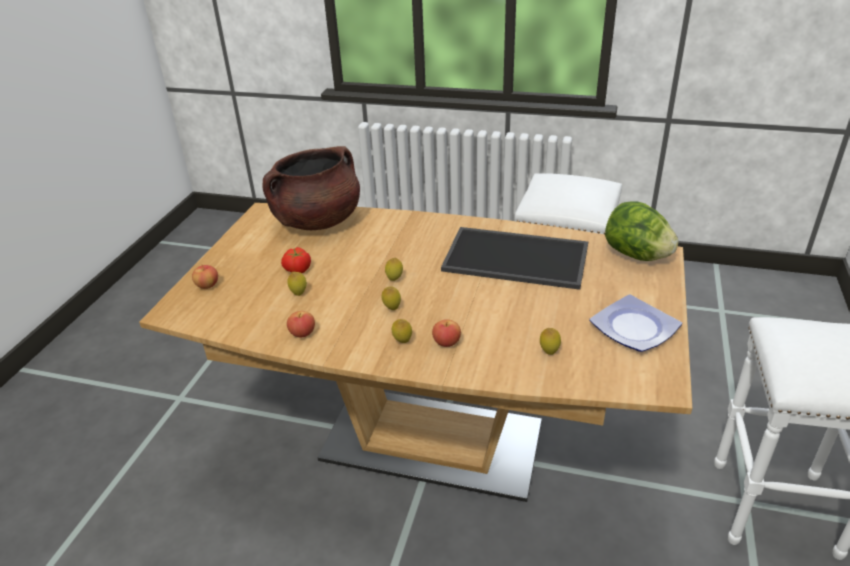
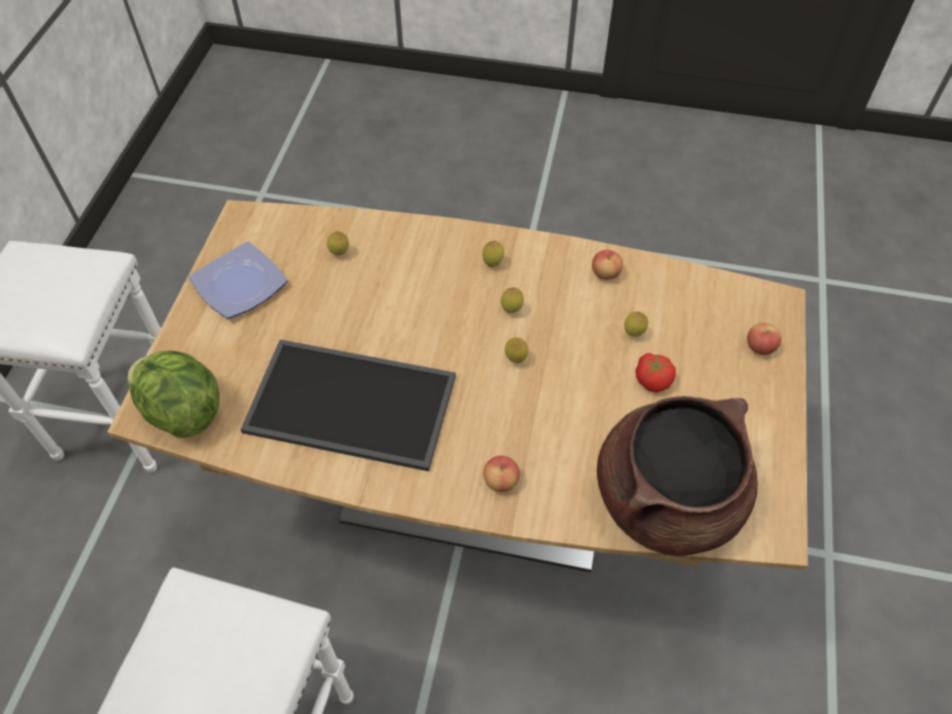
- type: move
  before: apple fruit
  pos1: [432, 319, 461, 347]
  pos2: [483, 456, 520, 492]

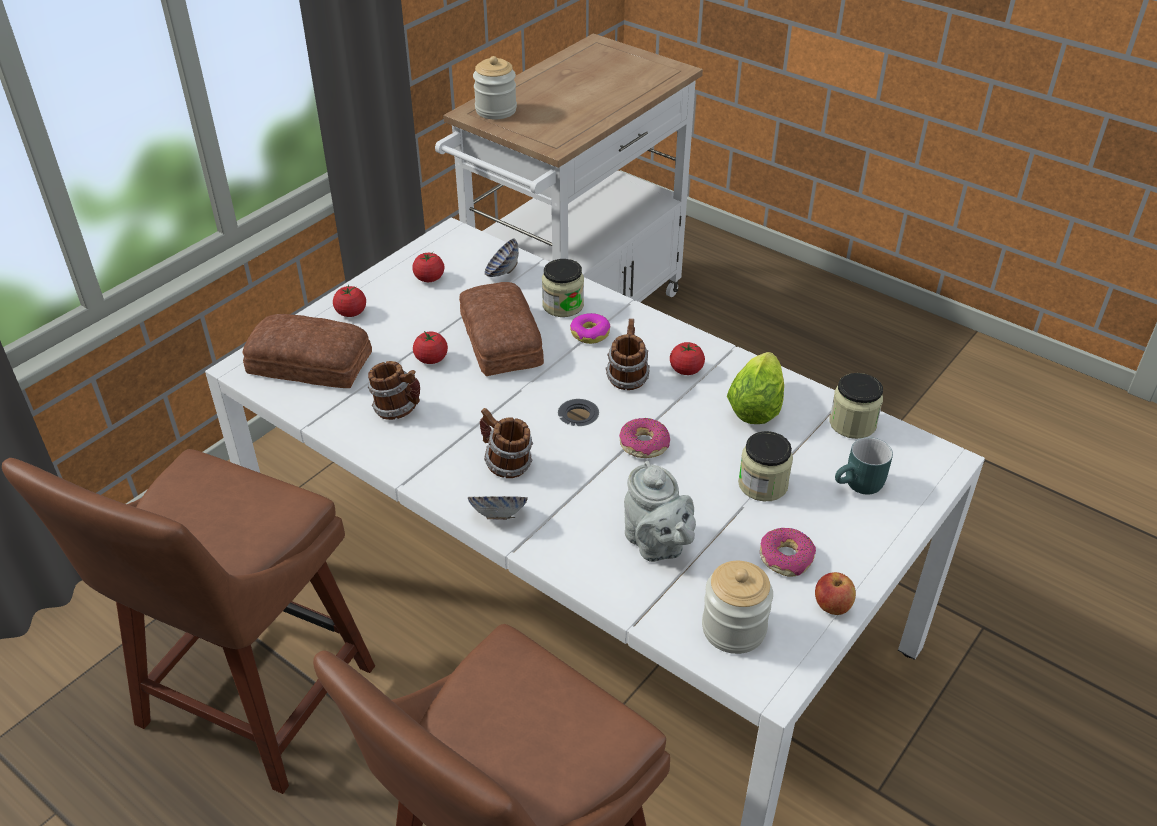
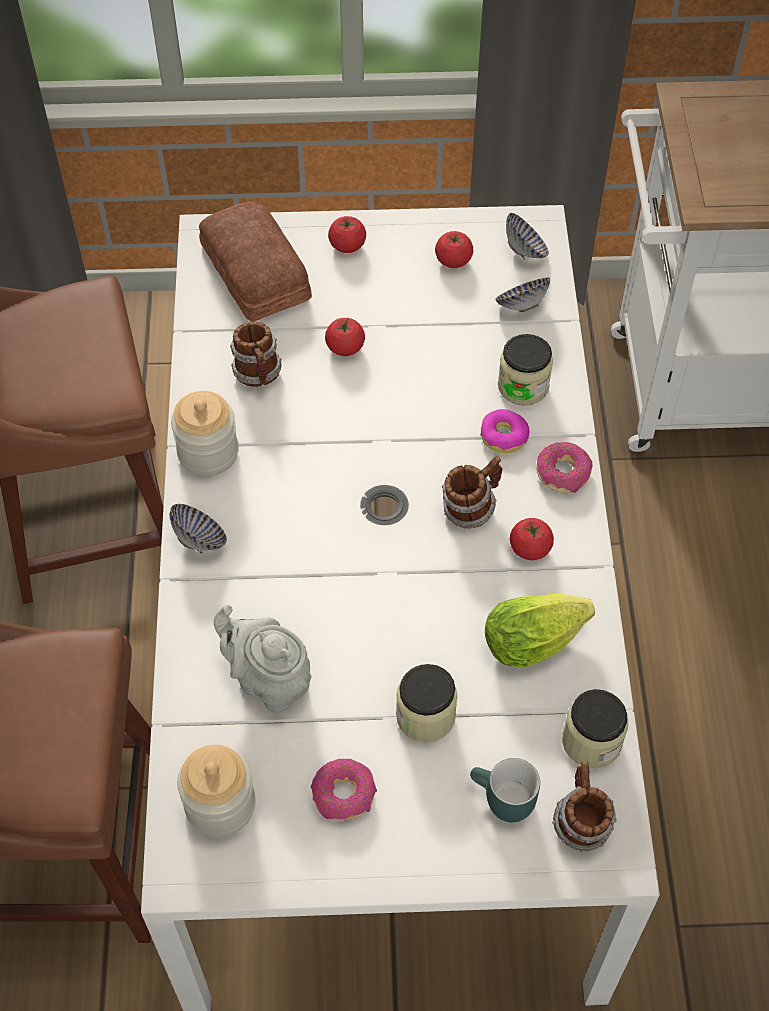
- type: move
  before: preserve jar
  pos1: [473, 56, 517, 119]
  pos2: [171, 391, 239, 477]
- type: delete
  before: bakery bread
  pos1: [459, 282, 544, 376]
- type: move
  before: tea mug
  pos1: [480, 408, 533, 478]
  pos2: [552, 761, 617, 852]
- type: move
  before: doughnut
  pos1: [619, 418, 670, 458]
  pos2: [536, 442, 593, 494]
- type: rotate
  before: tea pot/greyish
  pos1: [624, 461, 696, 562]
  pos2: [214, 605, 311, 713]
  turn: 105
- type: delete
  before: apple fruit
  pos1: [815, 572, 856, 615]
- type: insert
  after: serving bowl
  pos2: [506, 213, 549, 260]

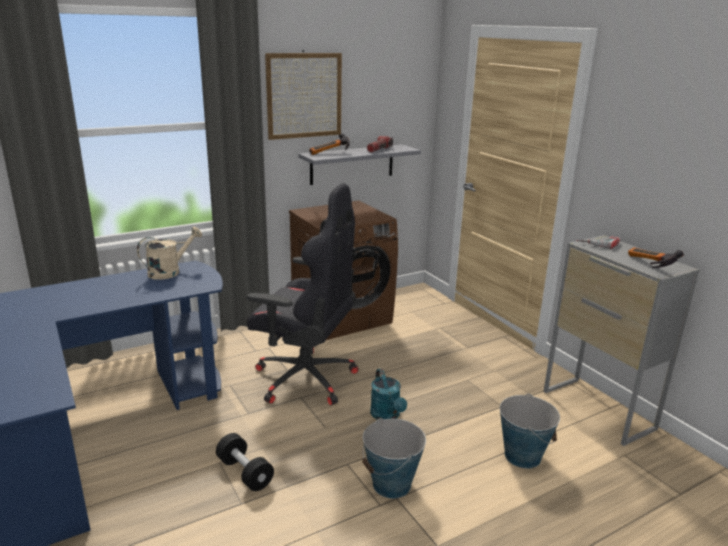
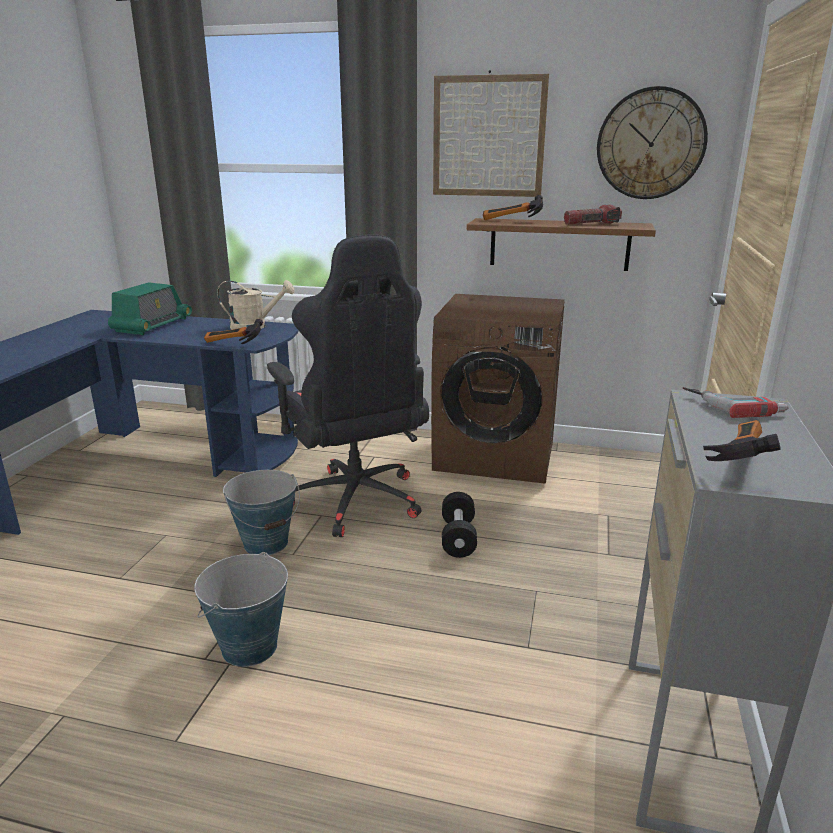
- type: recolor
  before: wall shelf/greyish
  after: wall shelf/brownish
  pos1: [299, 144, 421, 185]
  pos2: [467, 218, 656, 271]
- type: delete
  before: sprinkling can/turquoise
  pos1: [370, 368, 407, 420]
- type: move
  before: bucket
  pos1: [500, 394, 560, 469]
  pos2: [223, 470, 300, 556]
- type: move
  before: dumbbell/black-coloured
  pos1: [216, 433, 274, 491]
  pos2: [442, 492, 477, 558]
- type: insert
  after: hanging clock
  pos2: [597, 86, 708, 199]
- type: insert
  after: radio set
  pos2: [108, 282, 192, 335]
- type: insert
  after: hammer
  pos2: [204, 319, 263, 344]

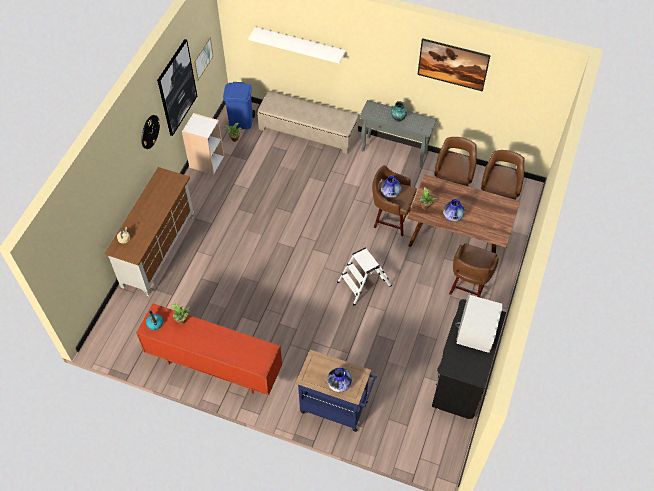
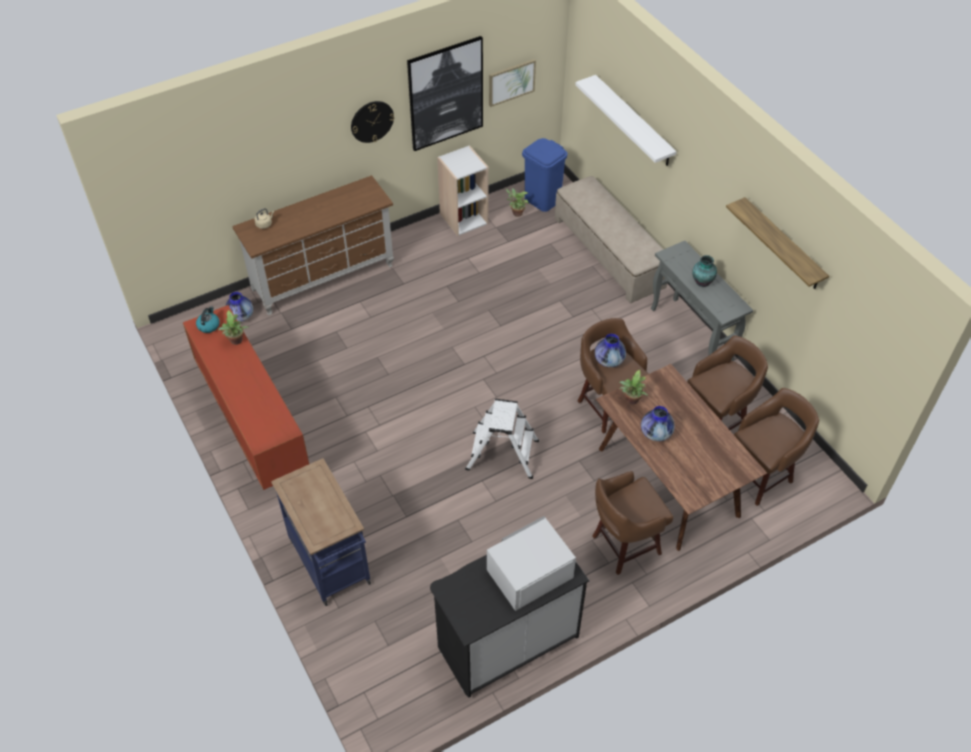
- type: replace
  before: wall picture
  after: wall shelf
  pos1: [417, 38, 491, 92]
  pos2: [726, 197, 829, 289]
- type: move
  before: vase
  pos1: [327, 368, 352, 392]
  pos2: [225, 292, 253, 322]

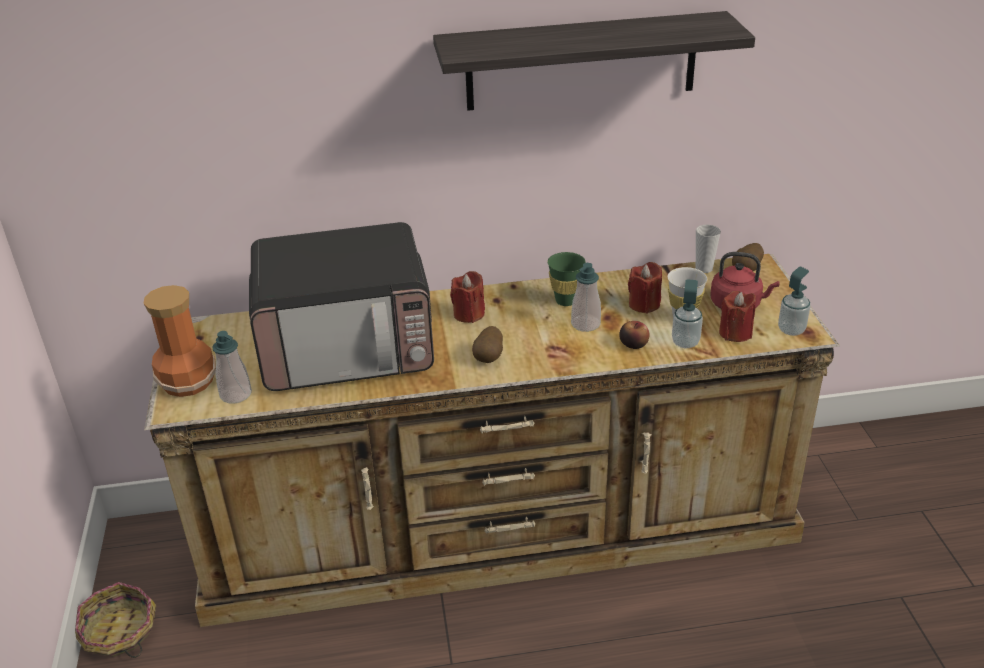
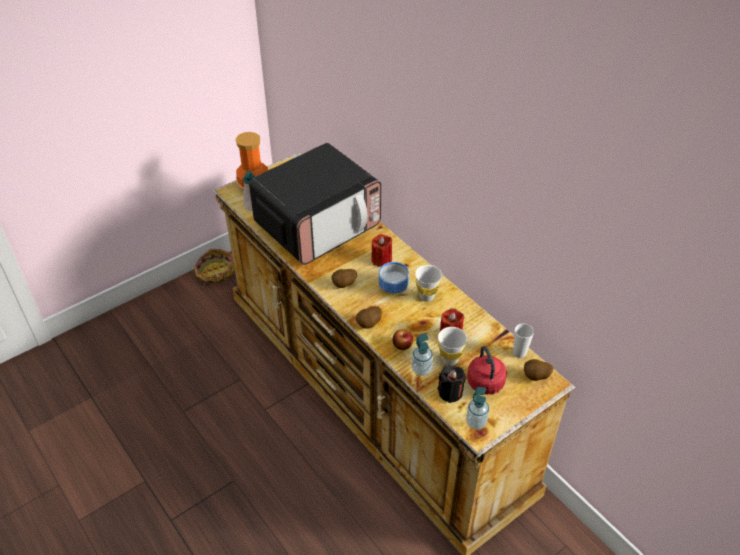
- type: delete
  before: wall shelf
  pos1: [433, 11, 755, 111]
- type: rotate
  before: kitchen microwave
  pos1: [249, 222, 434, 391]
  pos2: [249, 143, 381, 265]
  turn: -90
- type: recolor
  before: drinking cup/green
  after: drinking cup/white-coloured
  pos1: [548, 252, 586, 306]
  pos2: [415, 265, 442, 302]
- type: delete
  before: liquid soap bottle
  pos1: [571, 263, 601, 332]
- type: recolor
  before: wax candle/red-coloured
  after: wax candle/black-coloured
  pos1: [719, 291, 756, 342]
  pos2: [438, 366, 466, 403]
- type: insert
  after: serving bowl
  pos2: [378, 262, 409, 294]
- type: insert
  after: potato
  pos2: [356, 306, 382, 329]

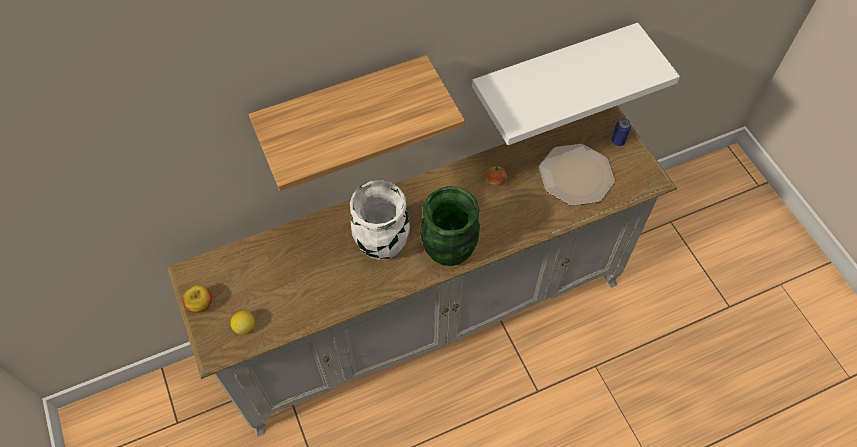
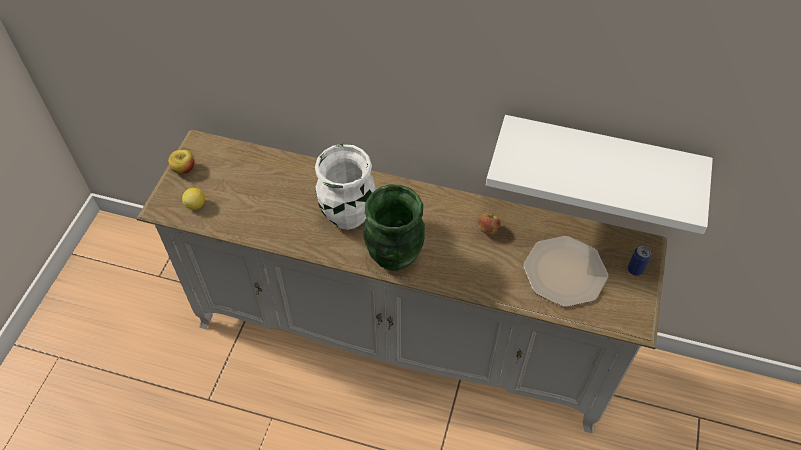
- type: delete
  before: wall shelf
  pos1: [249, 55, 465, 191]

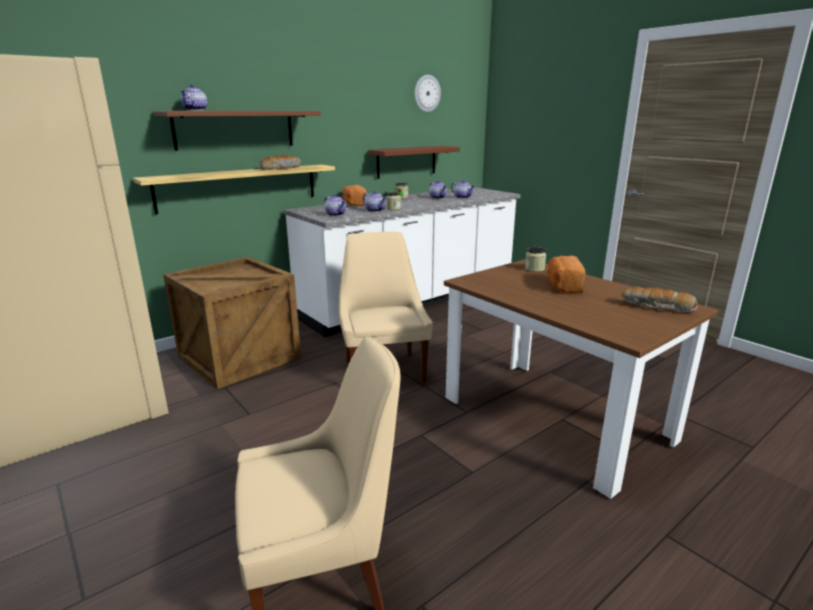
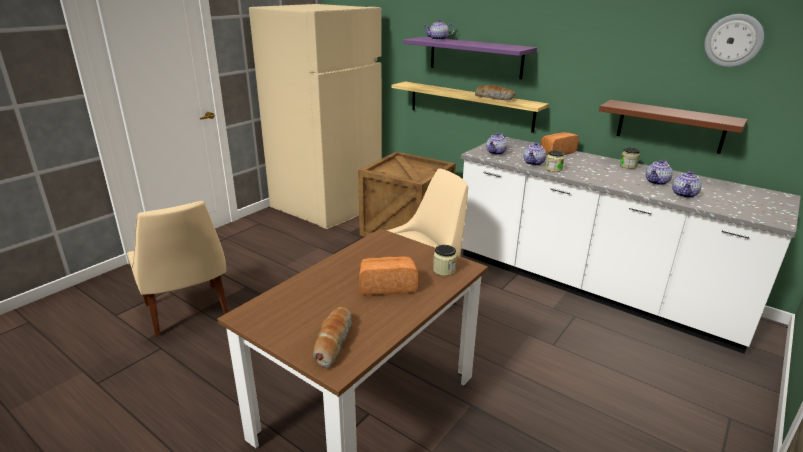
- type: recolor
  before: wall shelf/brownish
  after: wall shelf/purple-coloured
  pos1: [153, 111, 321, 151]
  pos2: [403, 37, 537, 79]

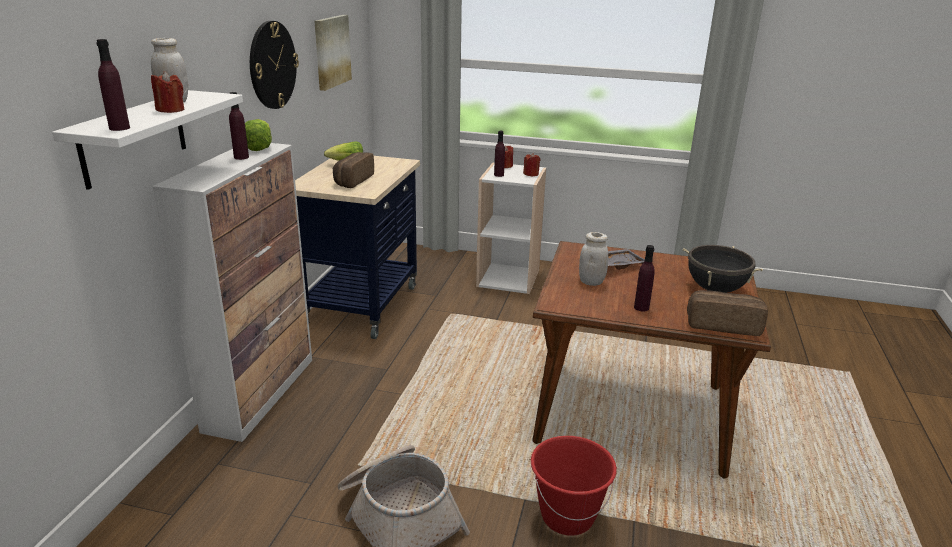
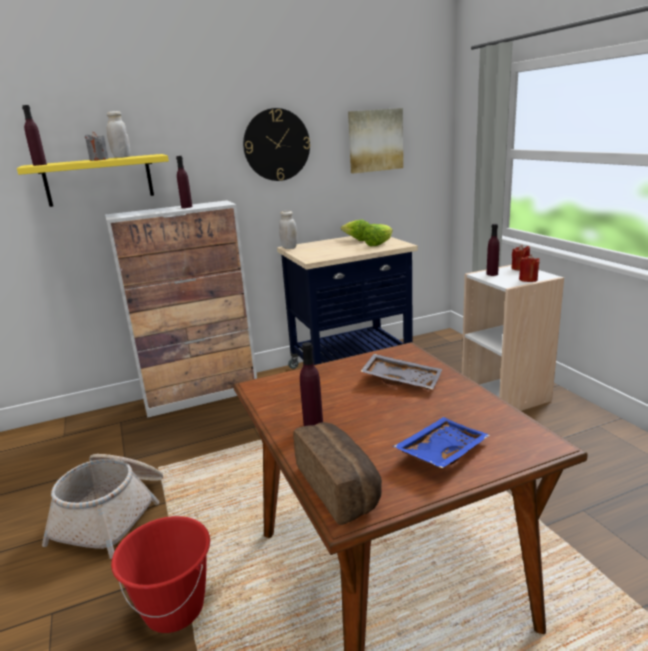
- type: recolor
  before: wax candle/red-coloured
  after: wax candle/greyish
  pos1: [151, 71, 184, 113]
  pos2: [85, 132, 109, 161]
- type: recolor
  before: wall shelf/white-coloured
  after: wall shelf/yellow-coloured
  pos1: [52, 90, 243, 190]
  pos2: [17, 154, 169, 207]
- type: move
  before: lettuce head
  pos1: [245, 119, 272, 151]
  pos2: [363, 224, 393, 246]
- type: delete
  before: bakery bread
  pos1: [333, 152, 374, 188]
- type: move
  before: preserve jar/white-coloured
  pos1: [579, 232, 608, 286]
  pos2: [279, 211, 297, 249]
- type: replace
  before: cooking pot/black-coloured
  after: carrying tray/bluish
  pos1: [683, 245, 763, 293]
  pos2: [393, 417, 490, 468]

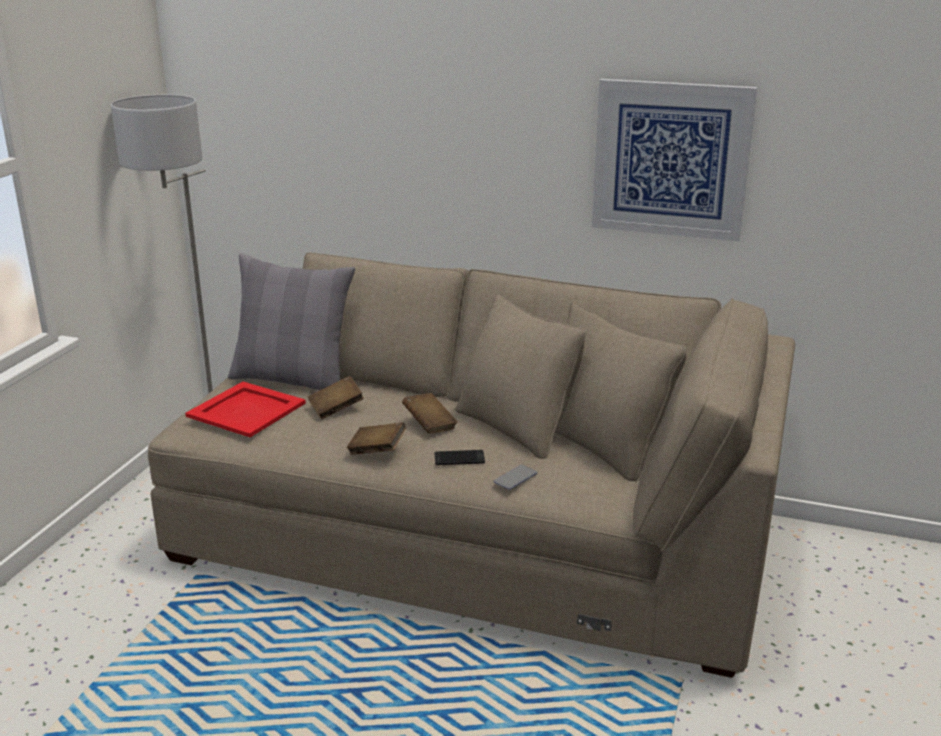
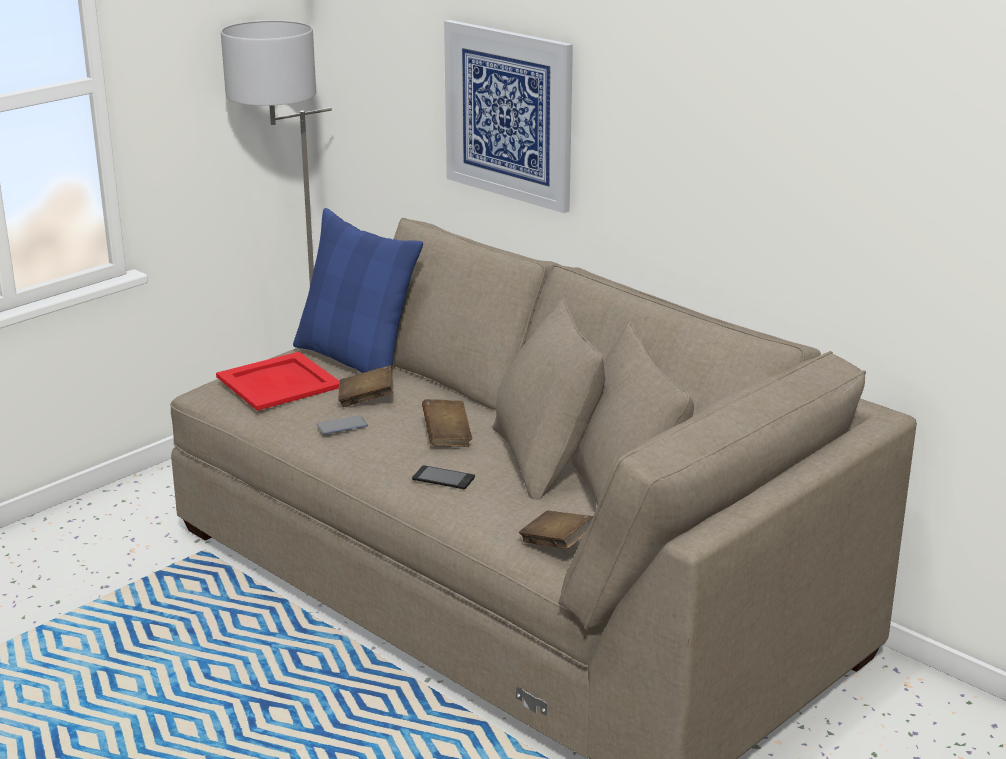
- type: move
  before: wall picture
  pos1: [592, 79, 757, 242]
  pos2: [444, 20, 573, 213]
- type: recolor
  before: pillow/greyish
  after: pillow/bluish
  pos1: [228, 253, 355, 390]
  pos2: [293, 208, 423, 373]
- type: move
  before: book/brownish
  pos1: [347, 422, 406, 455]
  pos2: [519, 511, 593, 549]
- type: move
  before: telephone
  pos1: [494, 465, 537, 490]
  pos2: [317, 416, 368, 434]

